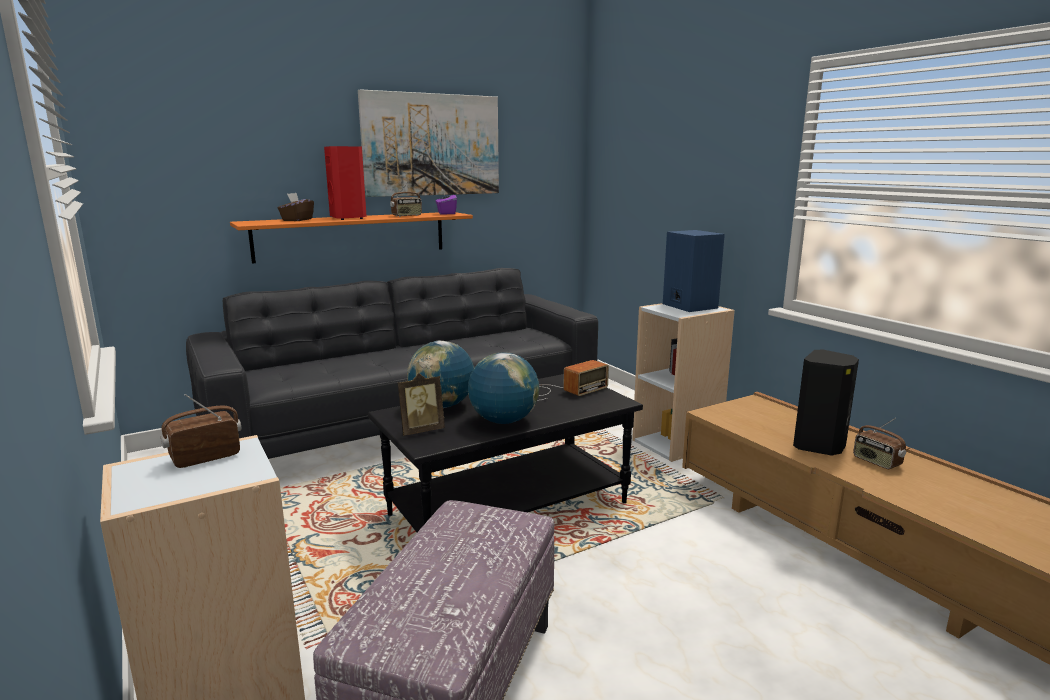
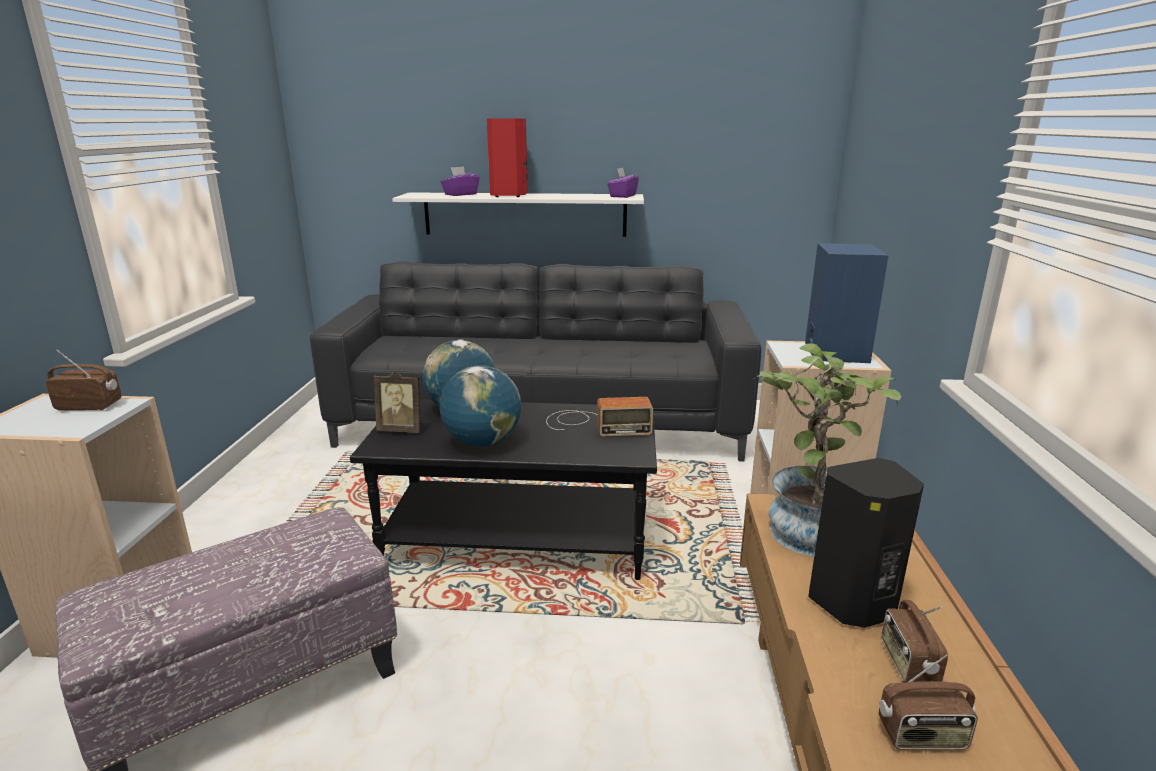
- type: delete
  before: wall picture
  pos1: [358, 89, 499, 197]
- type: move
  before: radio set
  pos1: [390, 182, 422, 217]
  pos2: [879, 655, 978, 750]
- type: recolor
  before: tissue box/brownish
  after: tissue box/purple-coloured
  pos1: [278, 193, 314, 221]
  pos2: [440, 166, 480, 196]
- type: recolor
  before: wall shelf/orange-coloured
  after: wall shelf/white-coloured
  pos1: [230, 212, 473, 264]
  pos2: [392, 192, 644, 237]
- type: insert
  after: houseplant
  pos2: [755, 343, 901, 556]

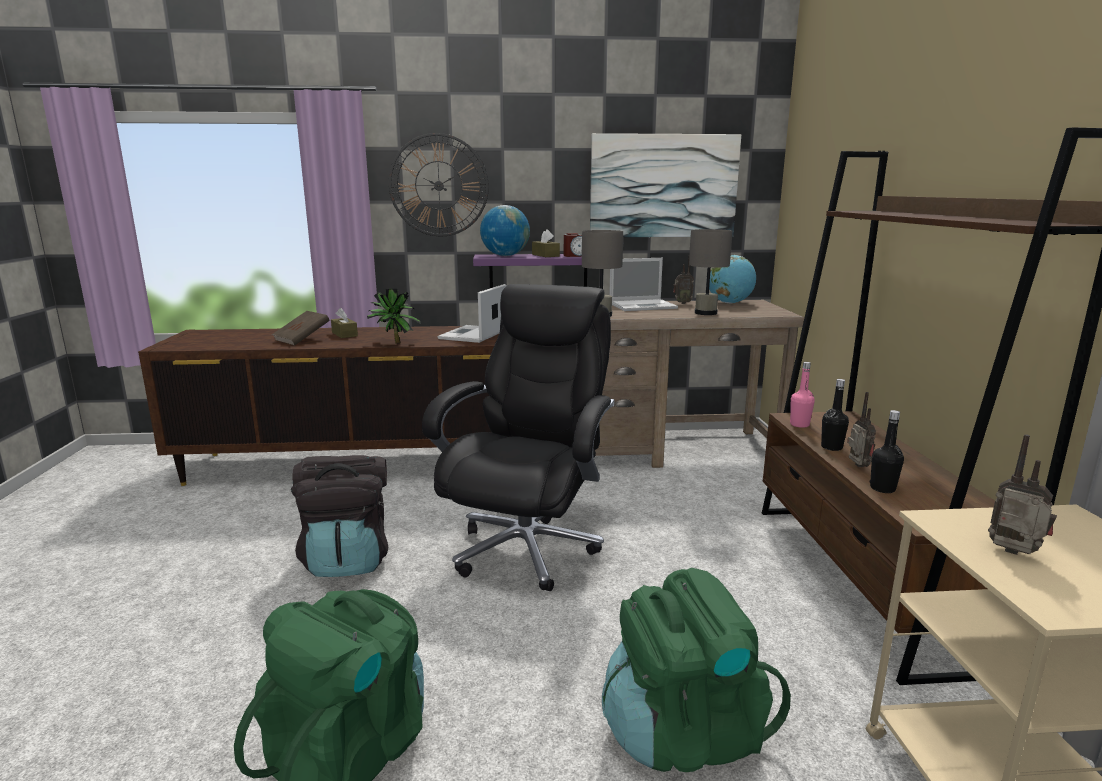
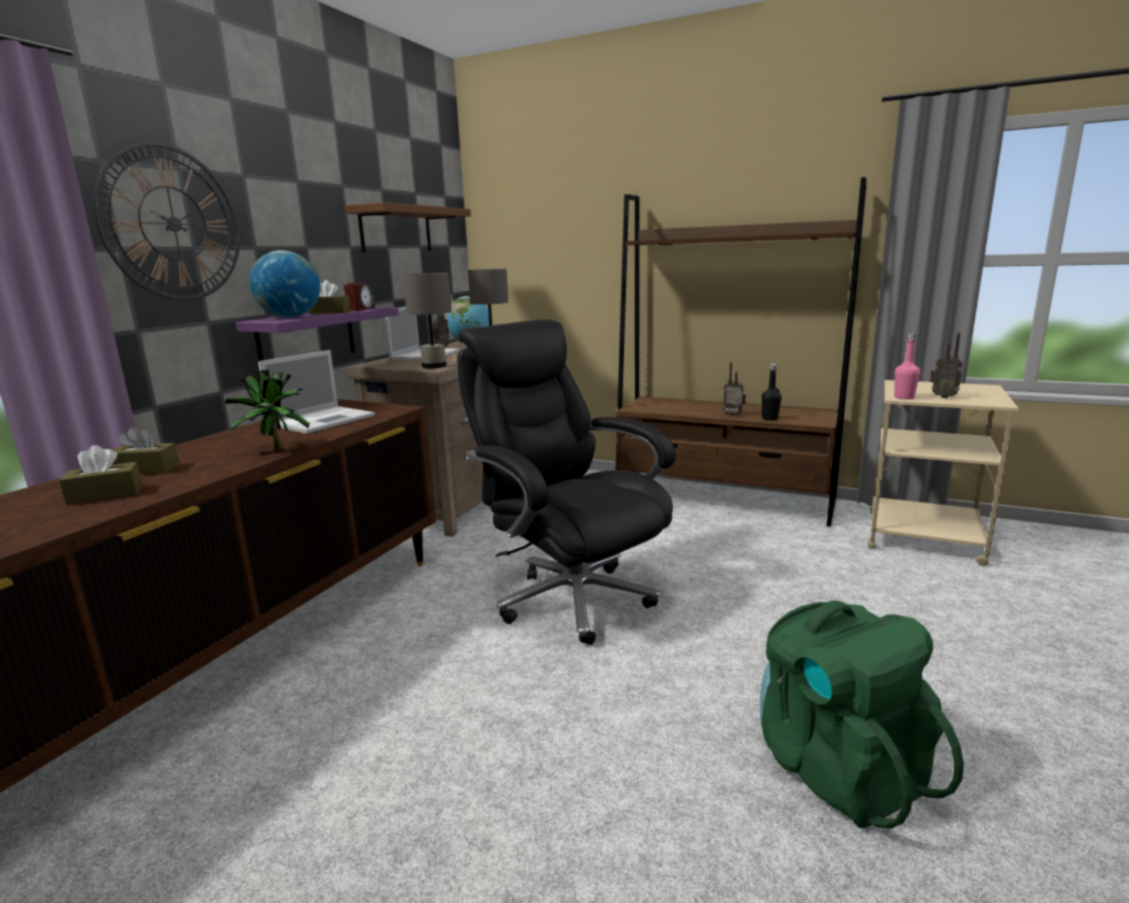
- type: replace
  before: wall picture
  after: wall shelf/brownish
  pos1: [590, 133, 741, 237]
  pos2: [345, 202, 471, 252]
- type: rotate
  before: laptop
  pos1: [438, 284, 507, 343]
  pos2: [258, 350, 375, 434]
  turn: -105
- type: replace
  before: book/brownish
  after: tissue box/brownish
  pos1: [272, 311, 330, 346]
  pos2: [59, 445, 142, 505]
- type: move
  before: beverage bottle/pinkish
  pos1: [790, 362, 815, 428]
  pos2: [894, 333, 920, 400]
- type: delete
  before: beverage bottle/black-coloured
  pos1: [821, 379, 849, 451]
- type: rotate
  before: radio set
  pos1: [988, 434, 1057, 555]
  pos2: [930, 333, 963, 398]
  turn: -120
- type: delete
  before: rucksack/black-coloured
  pos1: [291, 455, 388, 577]
- type: delete
  before: rucksack/green
  pos1: [602, 568, 791, 772]

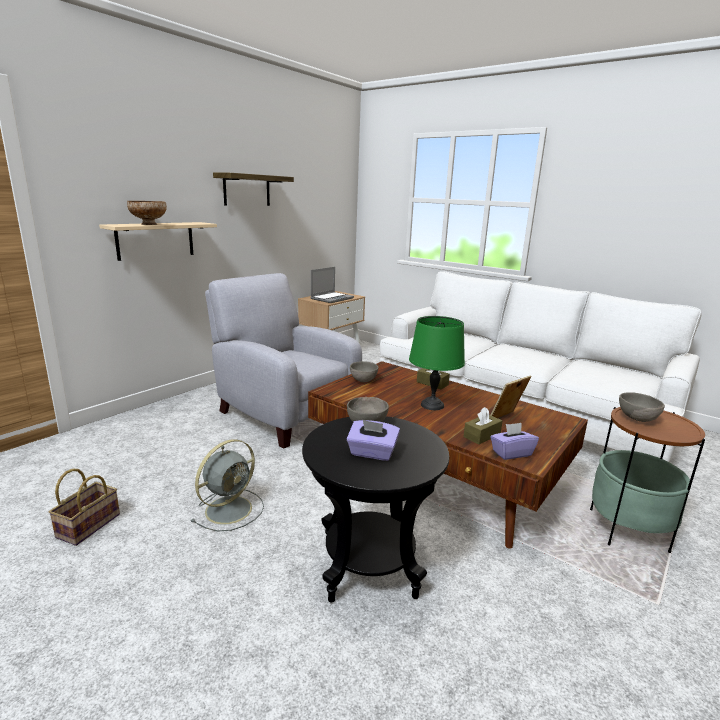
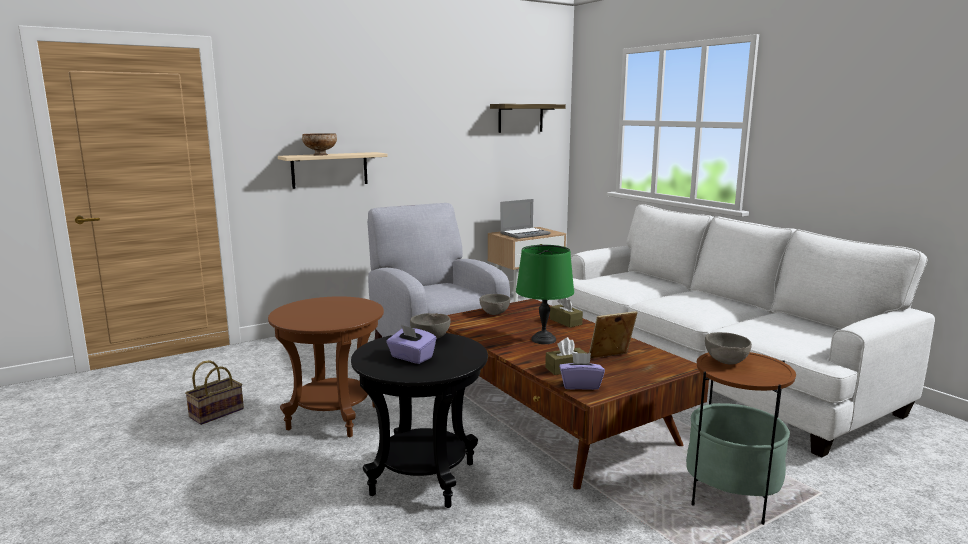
- type: move
  before: wall shelf
  pos1: [213, 173, 294, 206]
  pos2: [490, 104, 566, 133]
- type: replace
  before: electric fan/greyish
  after: side table/brownish
  pos1: [191, 439, 264, 531]
  pos2: [268, 296, 384, 437]

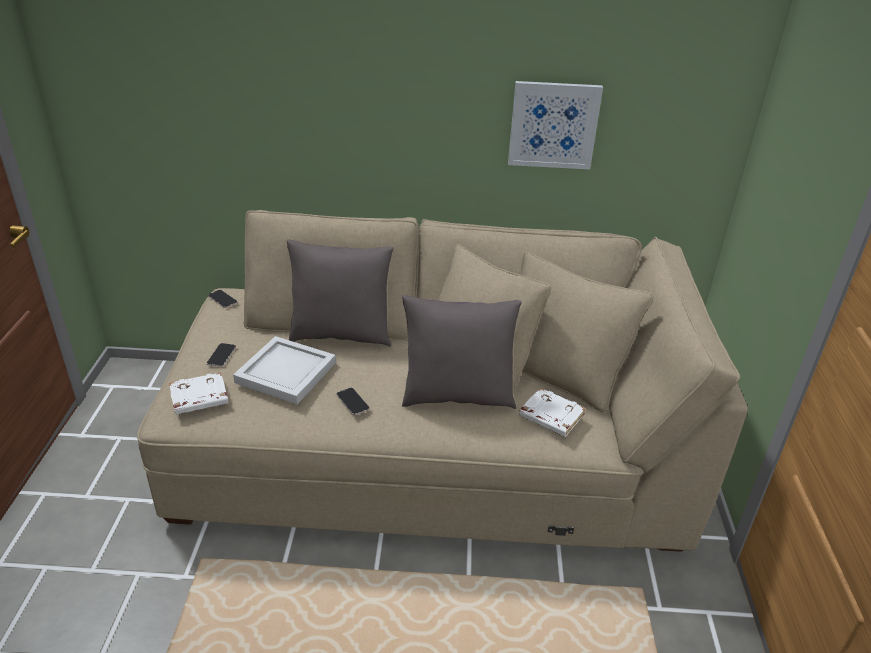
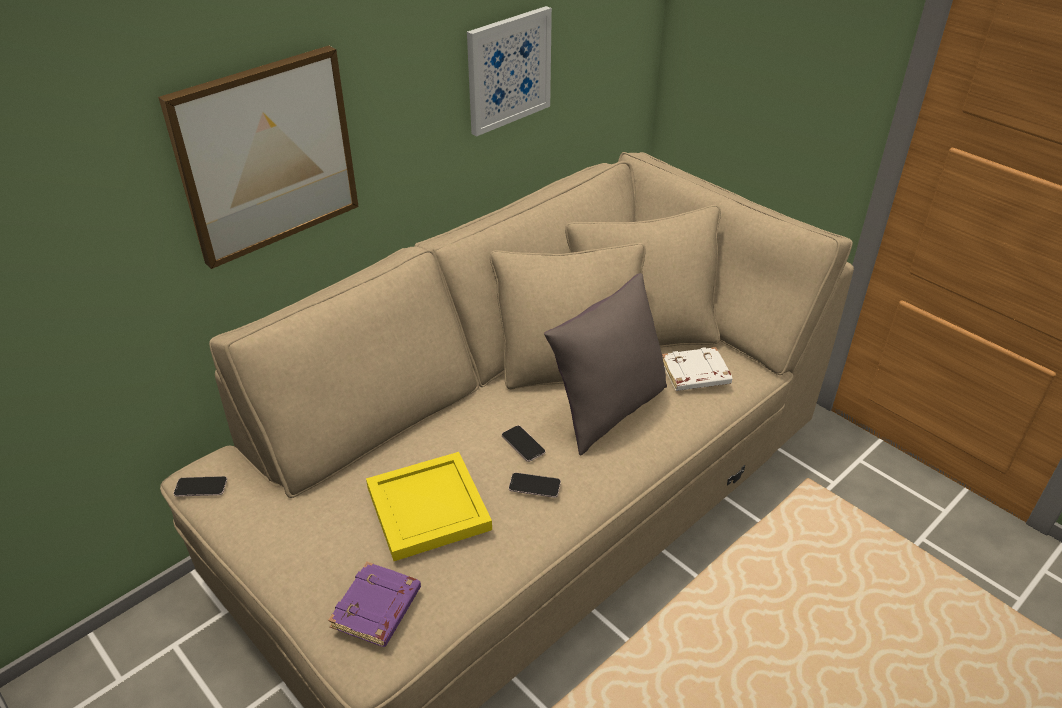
- type: delete
  before: pillow/greyish
  pos1: [286, 240, 394, 347]
- type: recolor
  before: carrying tray/white-coloured
  after: carrying tray/yellow-coloured
  pos1: [233, 336, 336, 404]
  pos2: [366, 452, 492, 561]
- type: move
  before: telephone
  pos1: [207, 343, 236, 367]
  pos2: [502, 425, 545, 462]
- type: recolor
  before: book/white-coloured
  after: book/purple-coloured
  pos1: [169, 372, 228, 415]
  pos2: [328, 562, 421, 647]
- type: insert
  after: wall picture
  pos2: [158, 46, 359, 269]

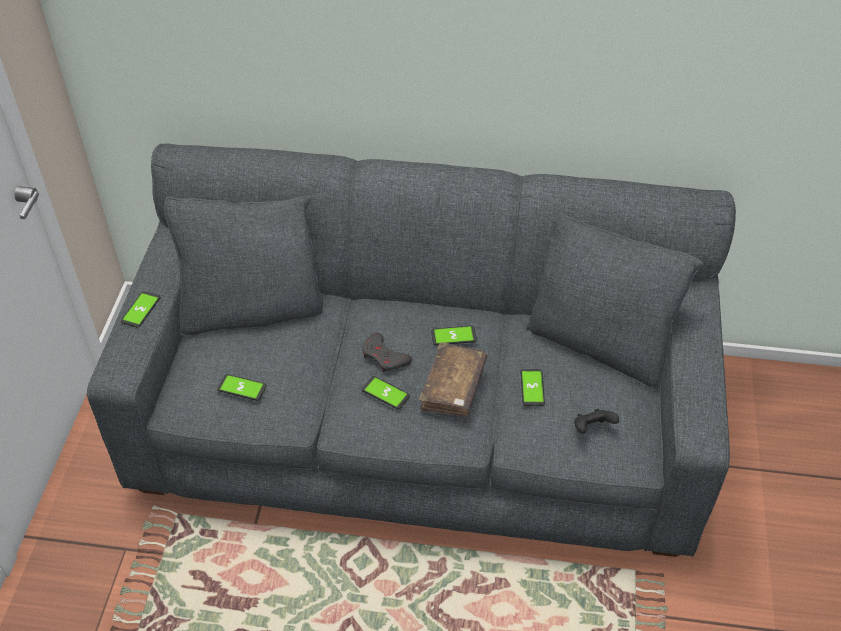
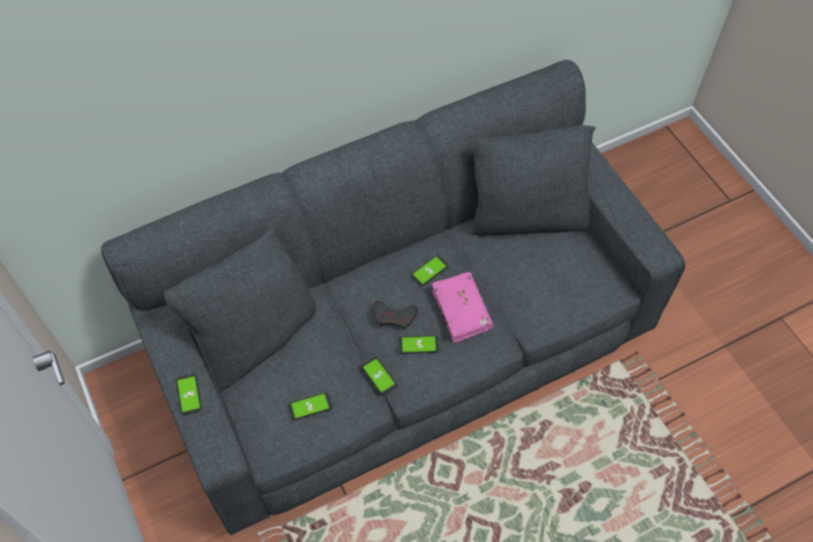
- type: recolor
  before: book/brownish
  after: book/pinkish
  pos1: [419, 342, 487, 417]
  pos2: [432, 272, 493, 343]
- type: move
  before: telephone
  pos1: [520, 369, 545, 406]
  pos2: [361, 357, 397, 395]
- type: delete
  before: game controller/black-coloured
  pos1: [574, 409, 619, 433]

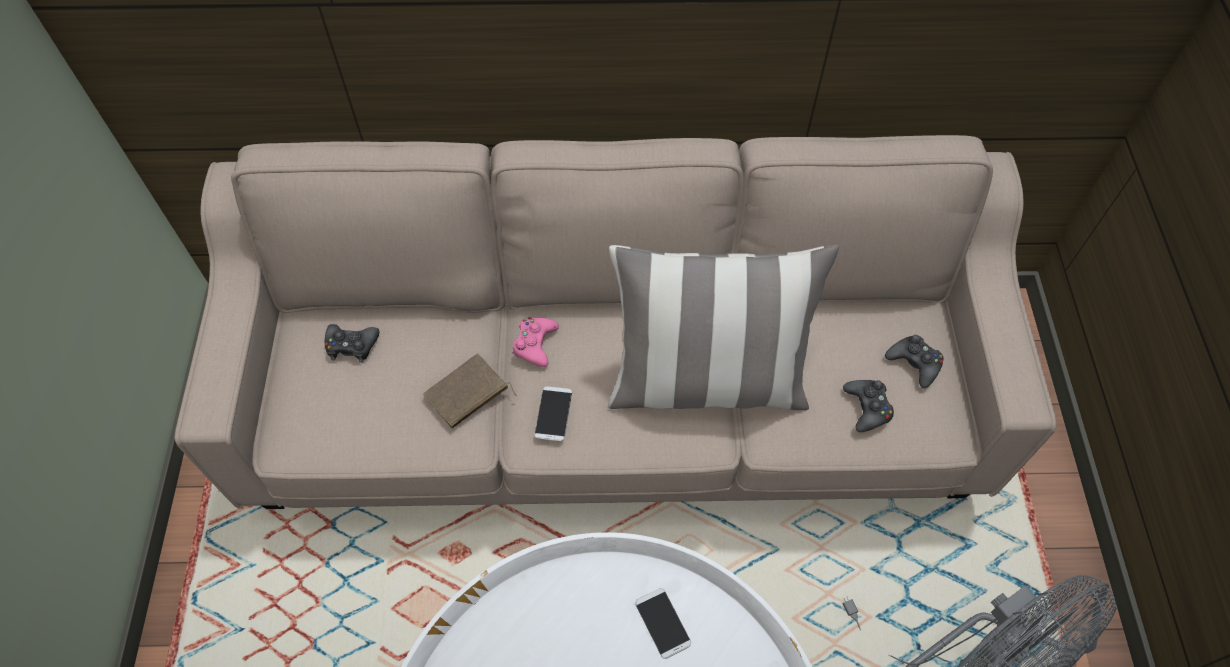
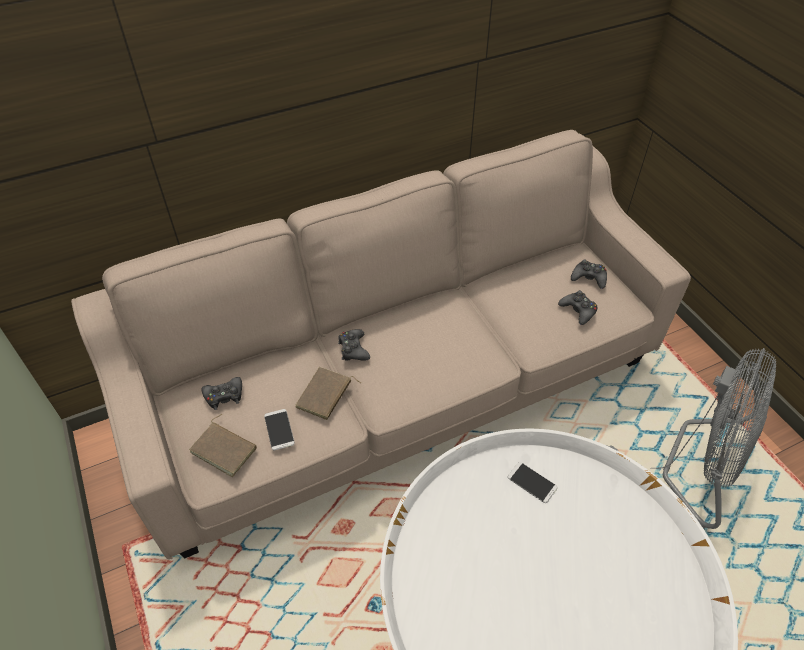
- type: delete
  before: pillow
  pos1: [608, 245, 839, 410]
- type: recolor
  before: game controller/pinkish
  after: game controller/black-coloured
  pos1: [513, 317, 559, 367]
  pos2: [338, 329, 370, 361]
- type: move
  before: telephone
  pos1: [535, 386, 572, 442]
  pos2: [264, 409, 295, 450]
- type: insert
  after: book/brownish
  pos2: [189, 414, 257, 477]

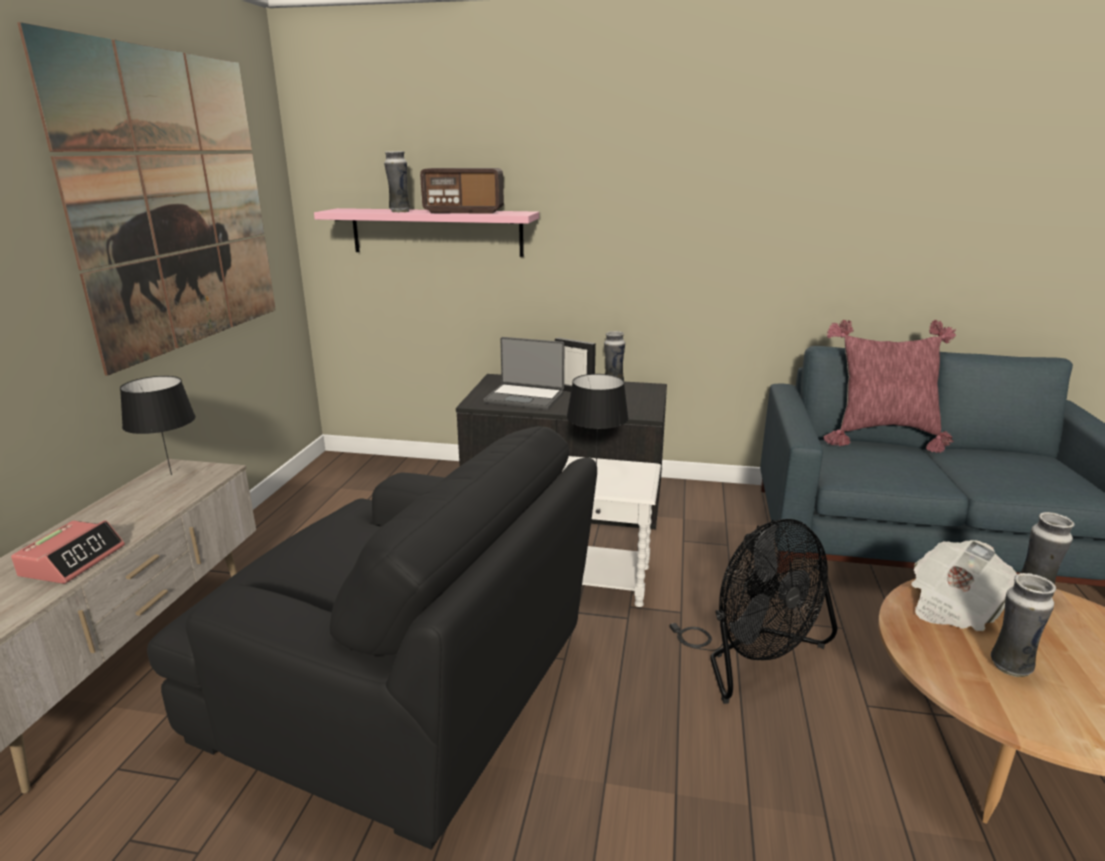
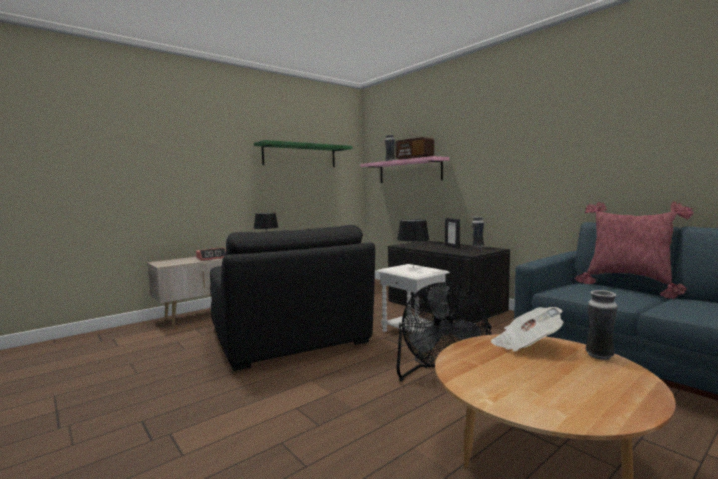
- type: replace
  before: wall picture
  after: wall shelf/green
  pos1: [17, 22, 276, 376]
  pos2: [254, 140, 353, 167]
- type: delete
  before: laptop
  pos1: [483, 337, 564, 410]
- type: delete
  before: vase
  pos1: [991, 573, 1056, 677]

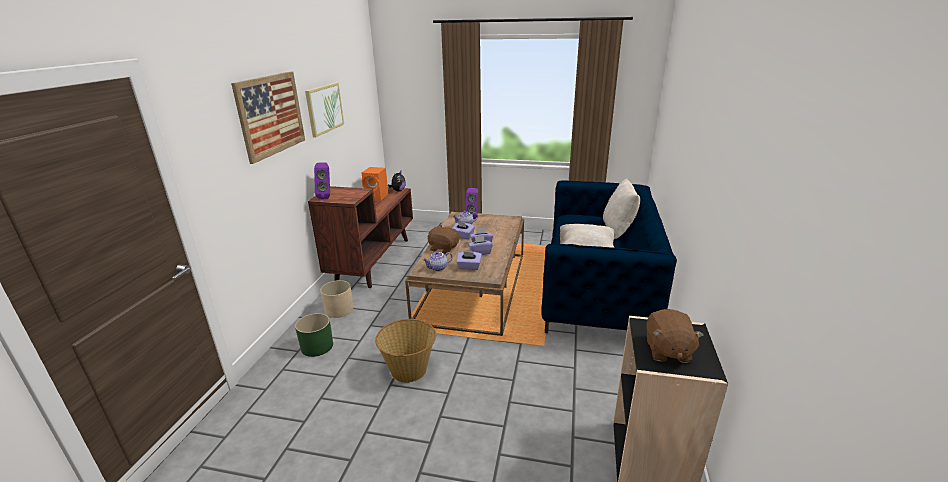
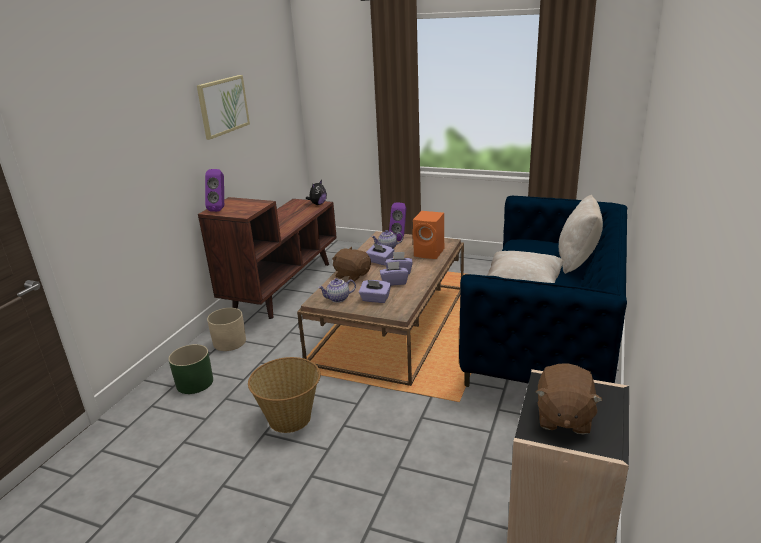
- type: delete
  before: wall picture
  pos1: [231, 71, 305, 164]
- type: move
  before: audio speaker/orange-coloured
  pos1: [361, 167, 388, 201]
  pos2: [412, 211, 444, 259]

